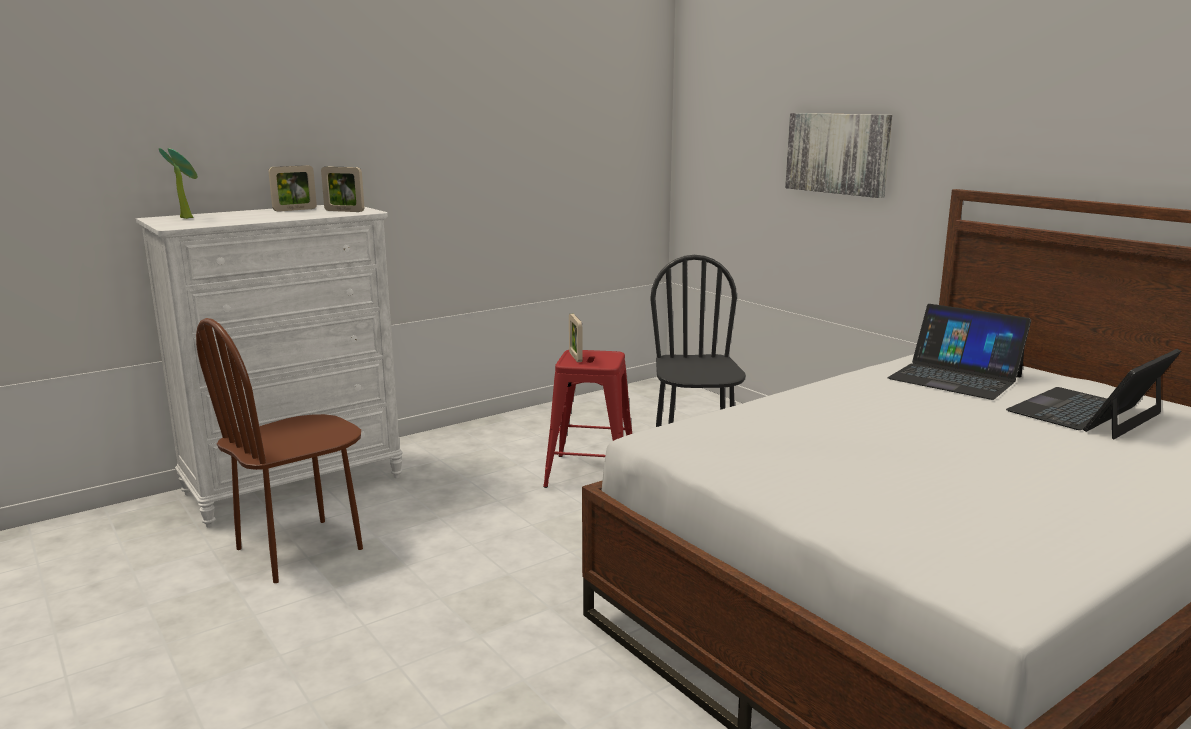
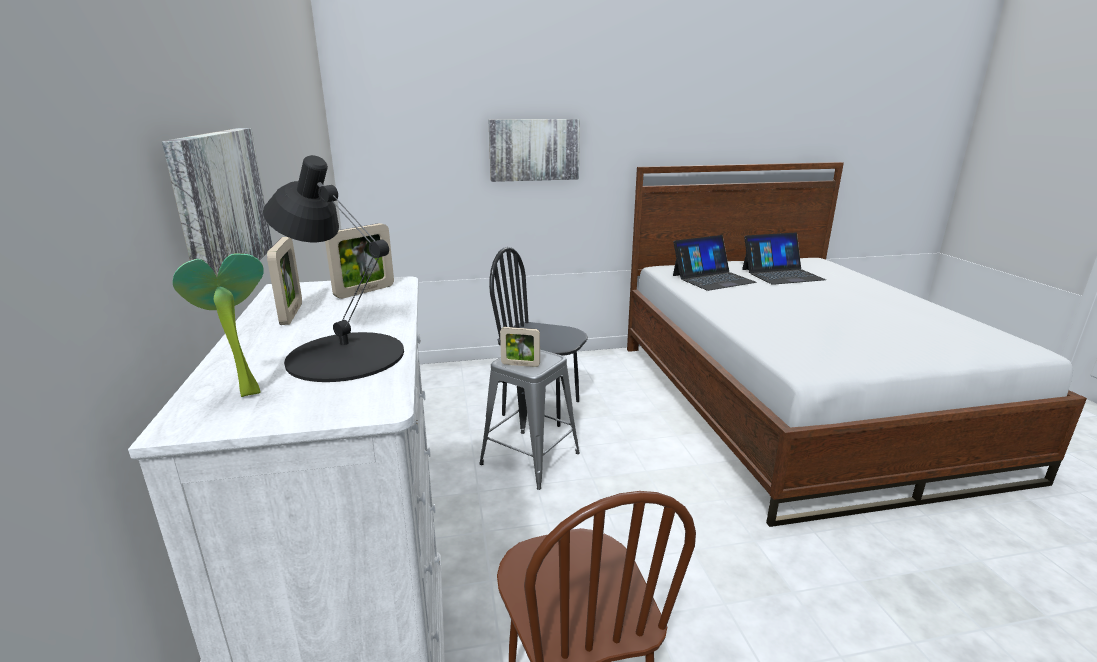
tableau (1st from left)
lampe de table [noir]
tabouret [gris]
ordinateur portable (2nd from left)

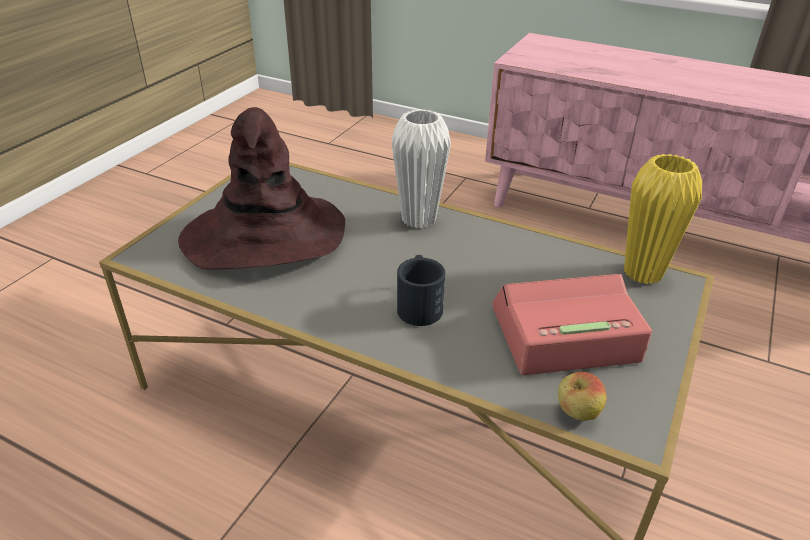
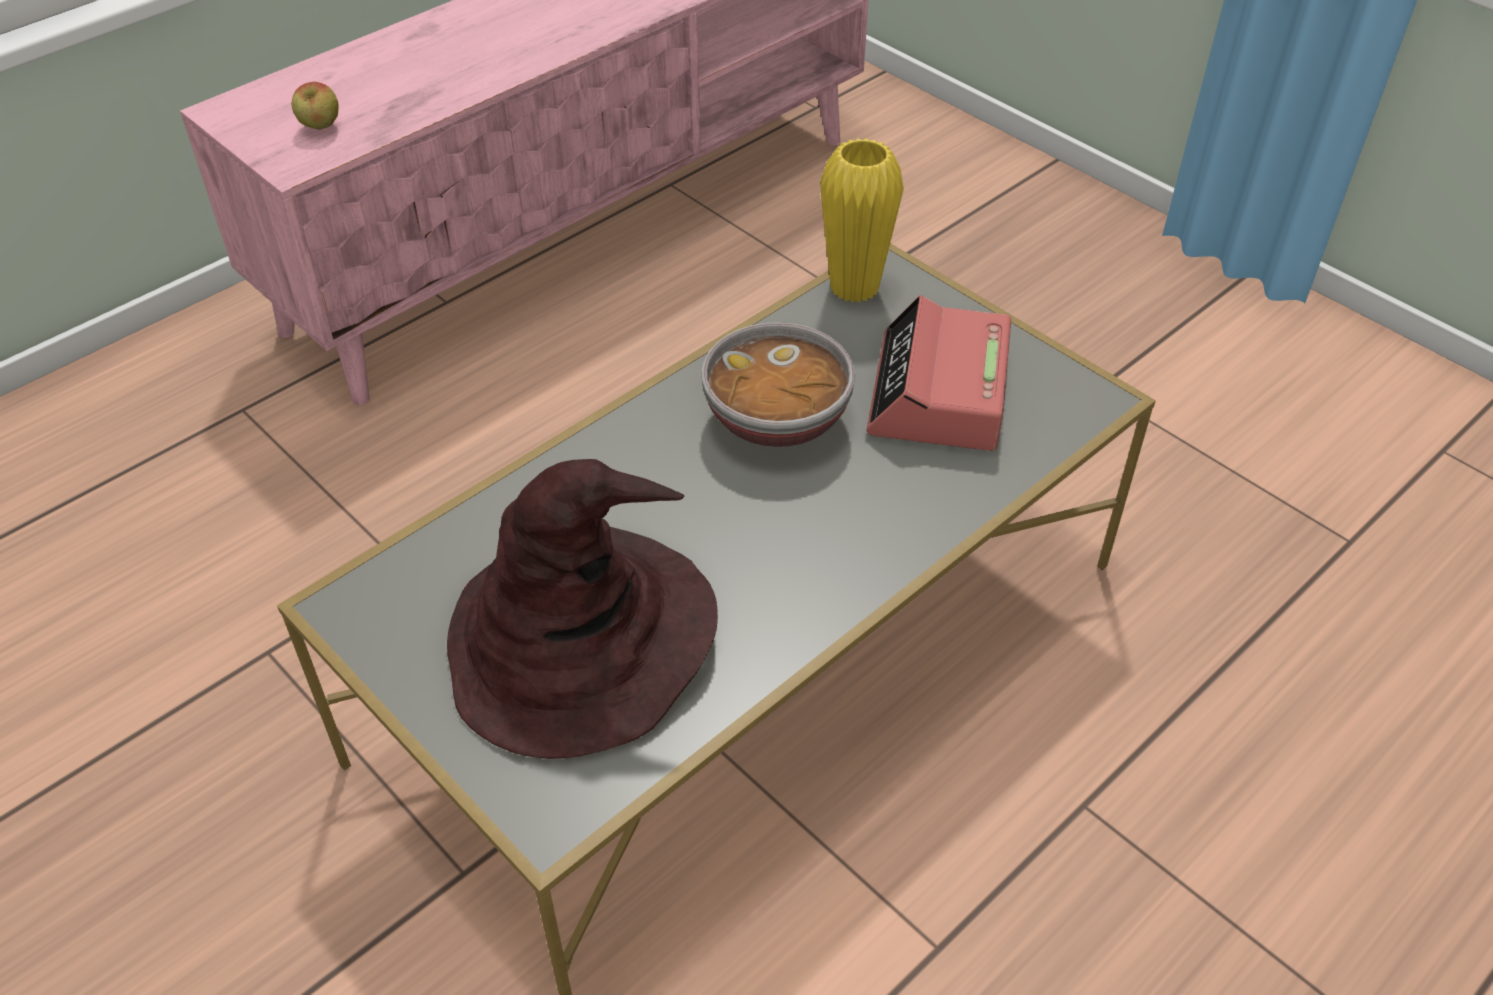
vase [blanc]
mug [noir]
bol
pomme

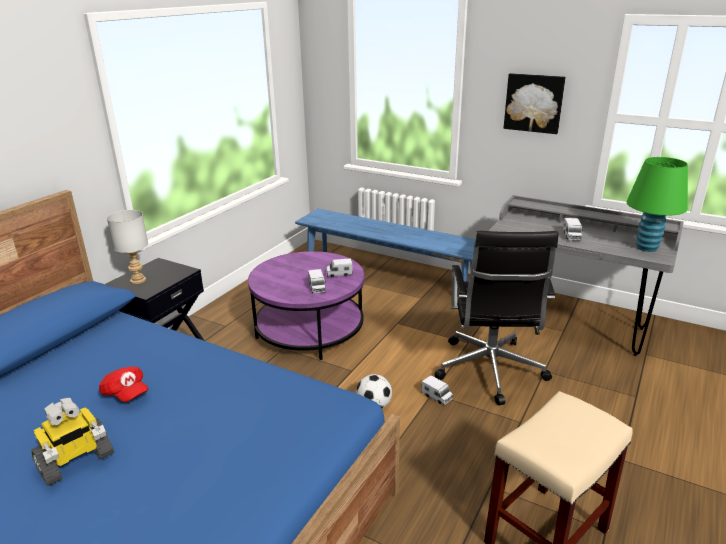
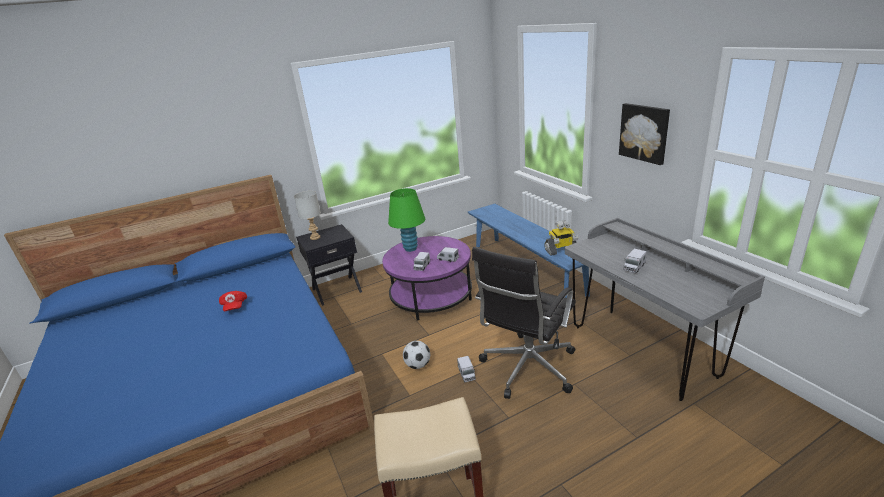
robot jouet
lampe de table [vert]

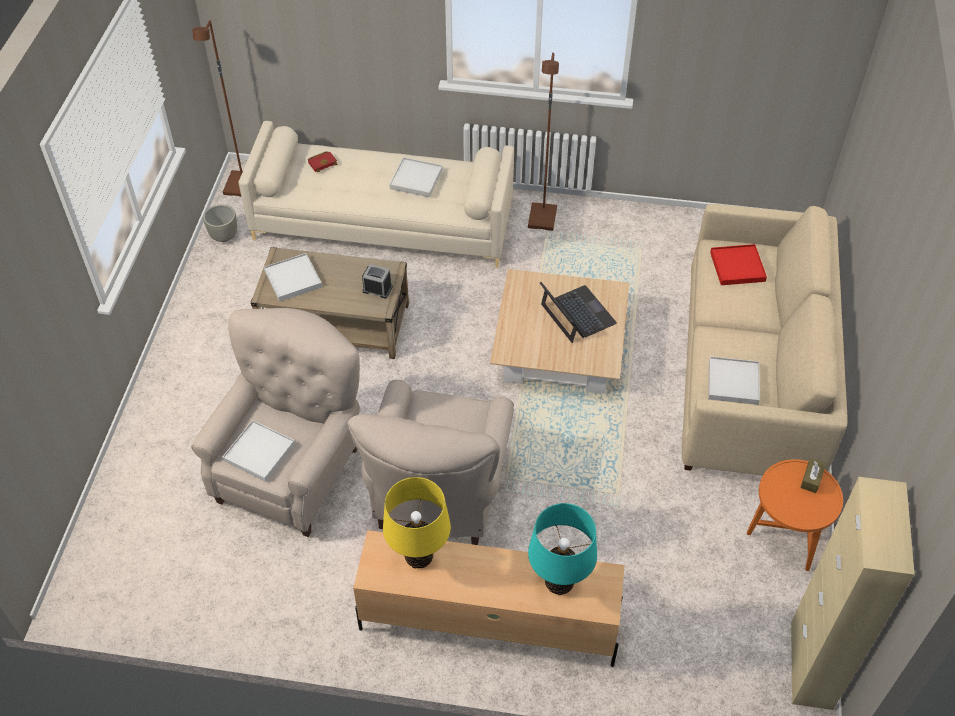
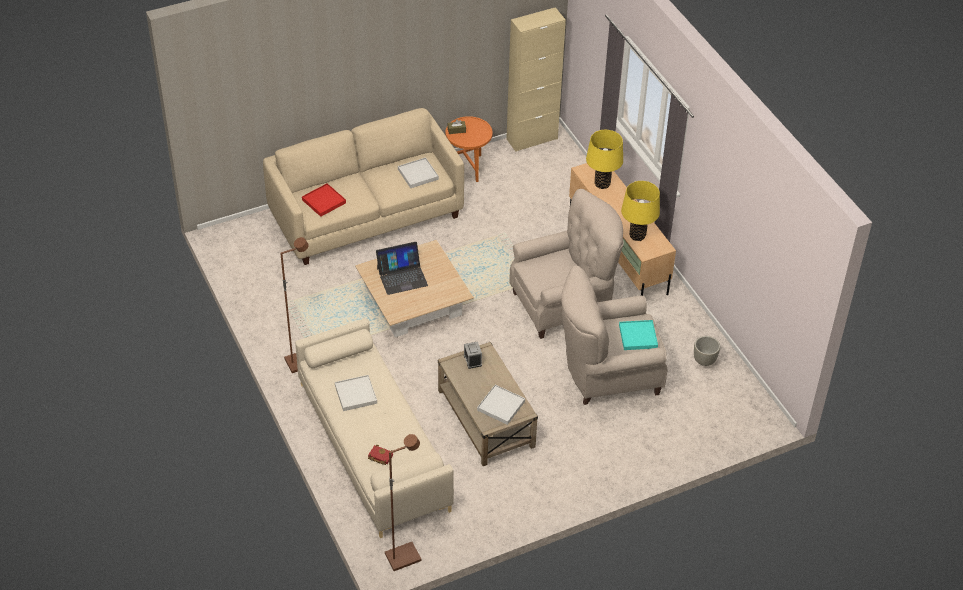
cache-pot [gris]
plateau [turquoise]
lampe de table [jaune] (1st from left)
ordinateur portable

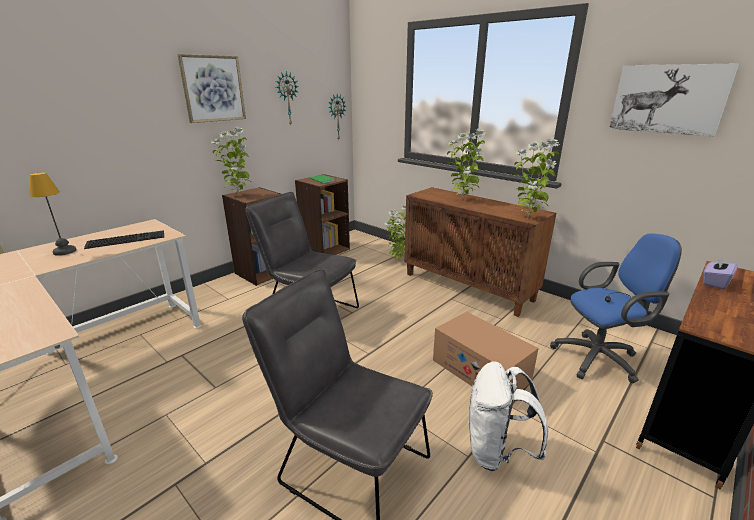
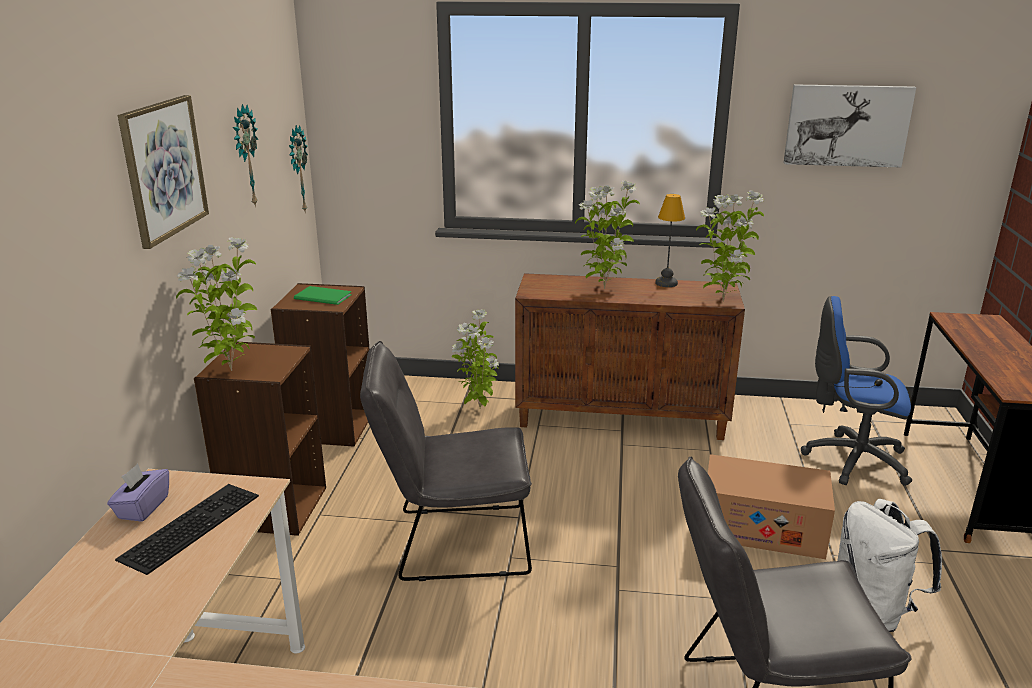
lampe de table
boîte à mouchoirs [violet]
chaise de bureau [bleu]

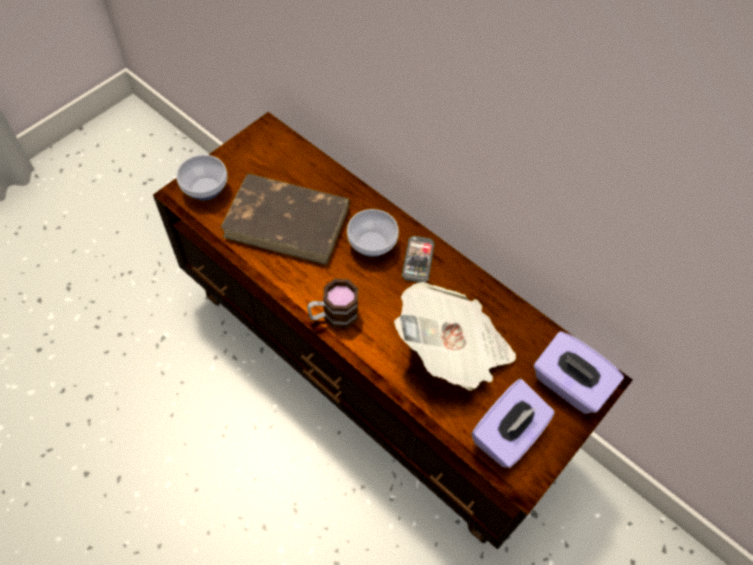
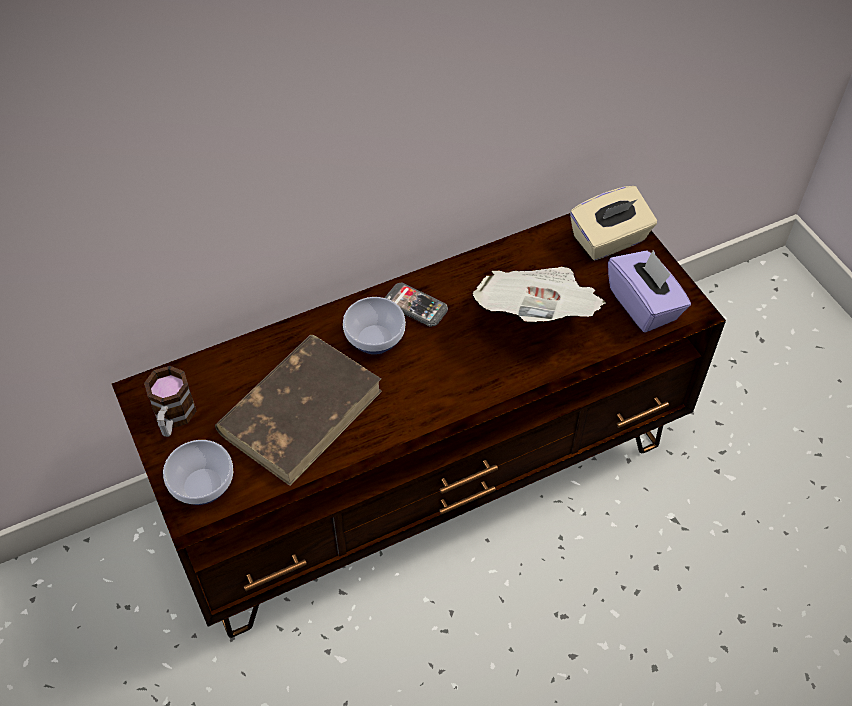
mug
boîte à mouchoirs [beige]

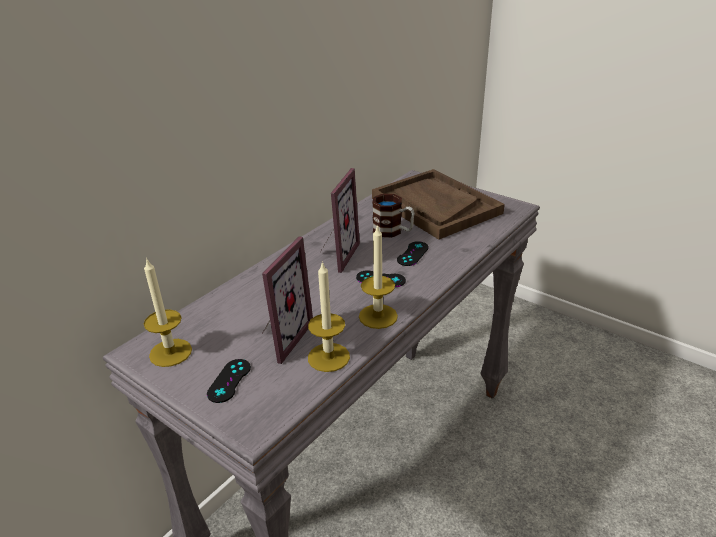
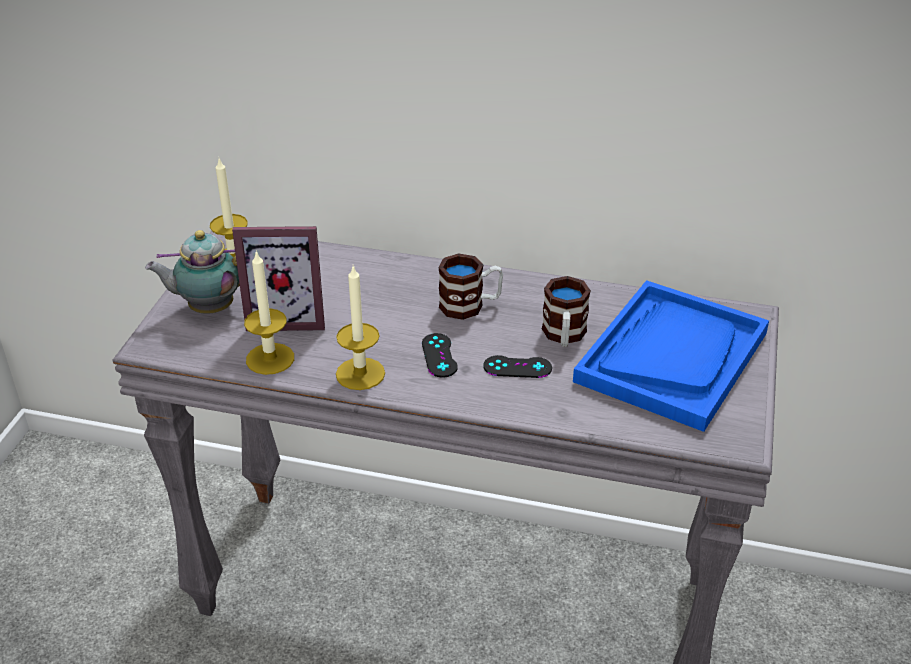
théière
mug (1st from left)
plateau [bleu]

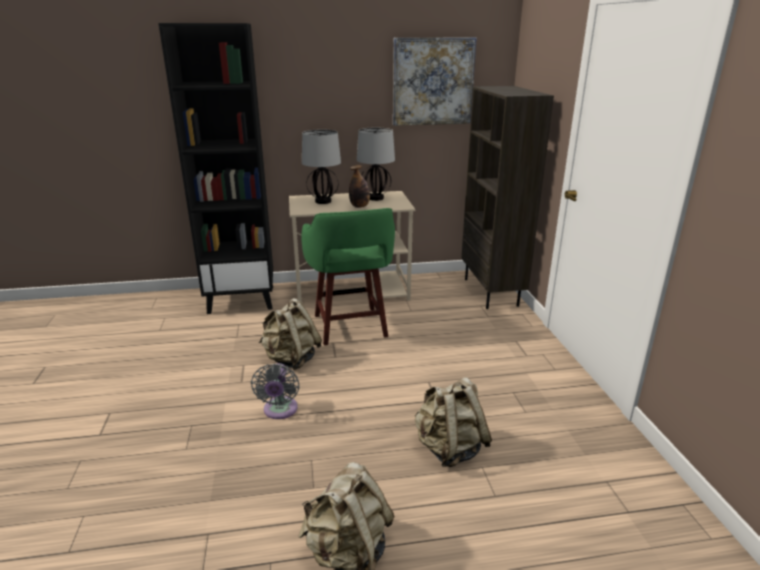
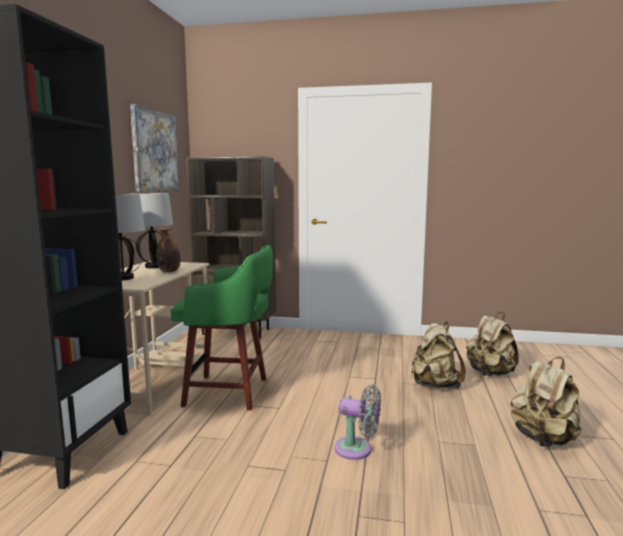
sac à dos [beige] (2nd from left)

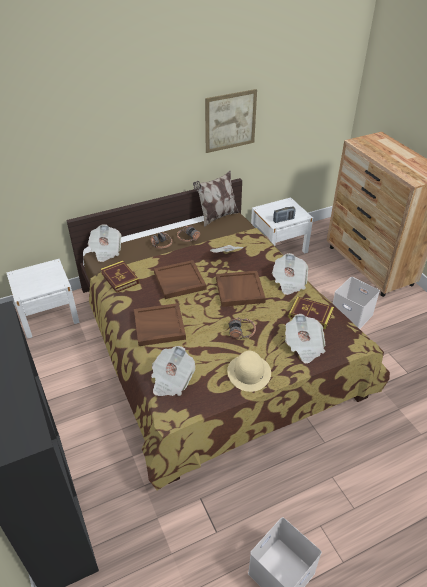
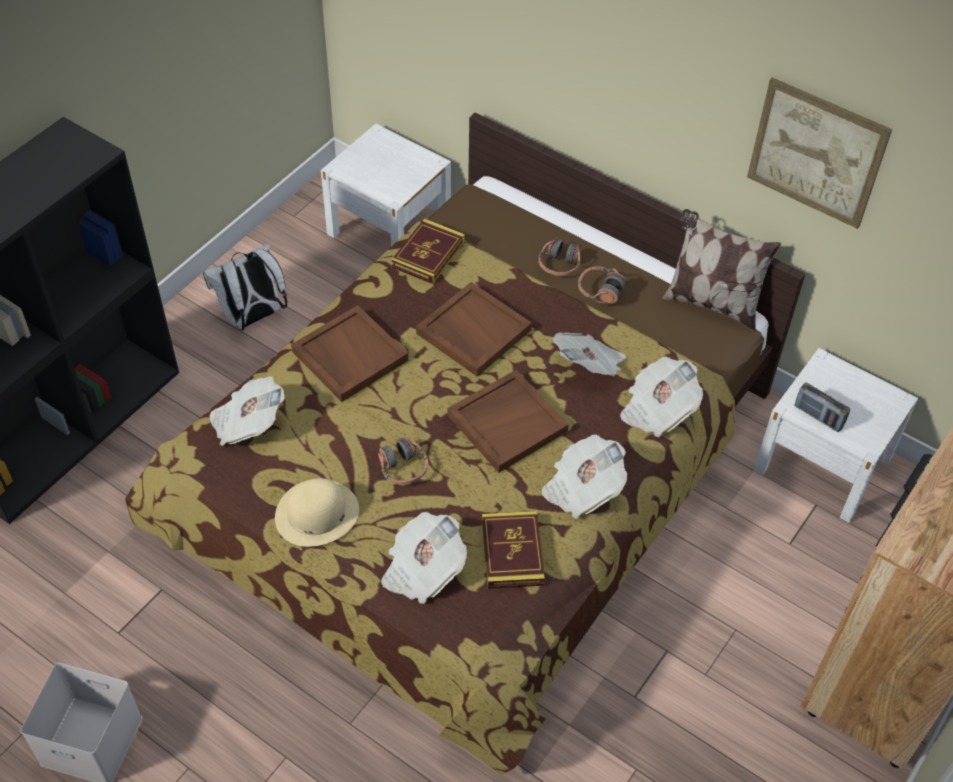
boîte de rangement [blanc] (2nd from left in the first image)
sac à dos [blanc]
journal (5th from left)

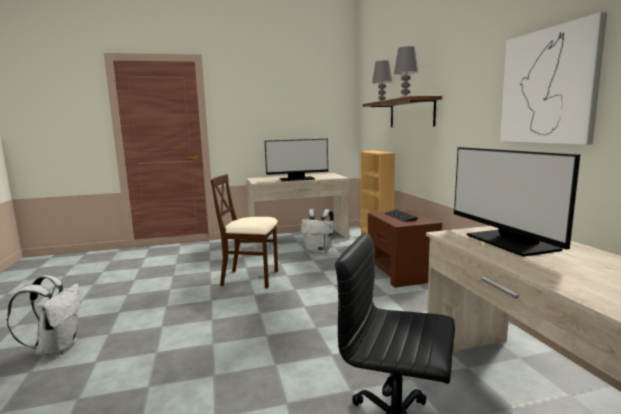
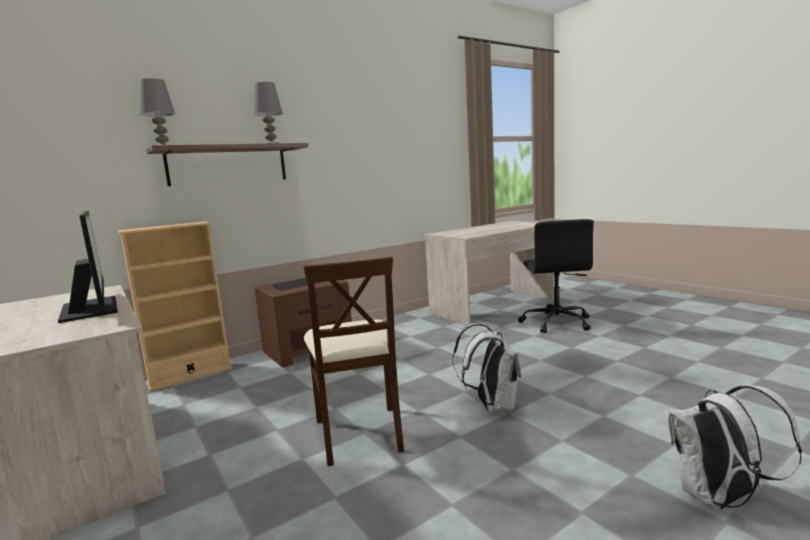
écran d'ordinateur (2nd from left in the first image)
tableau
sac à dos [blanc] (1st from left)

